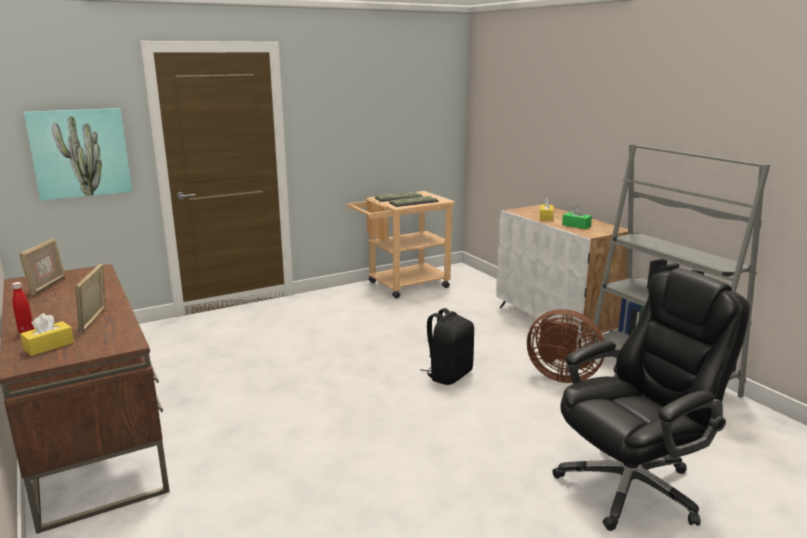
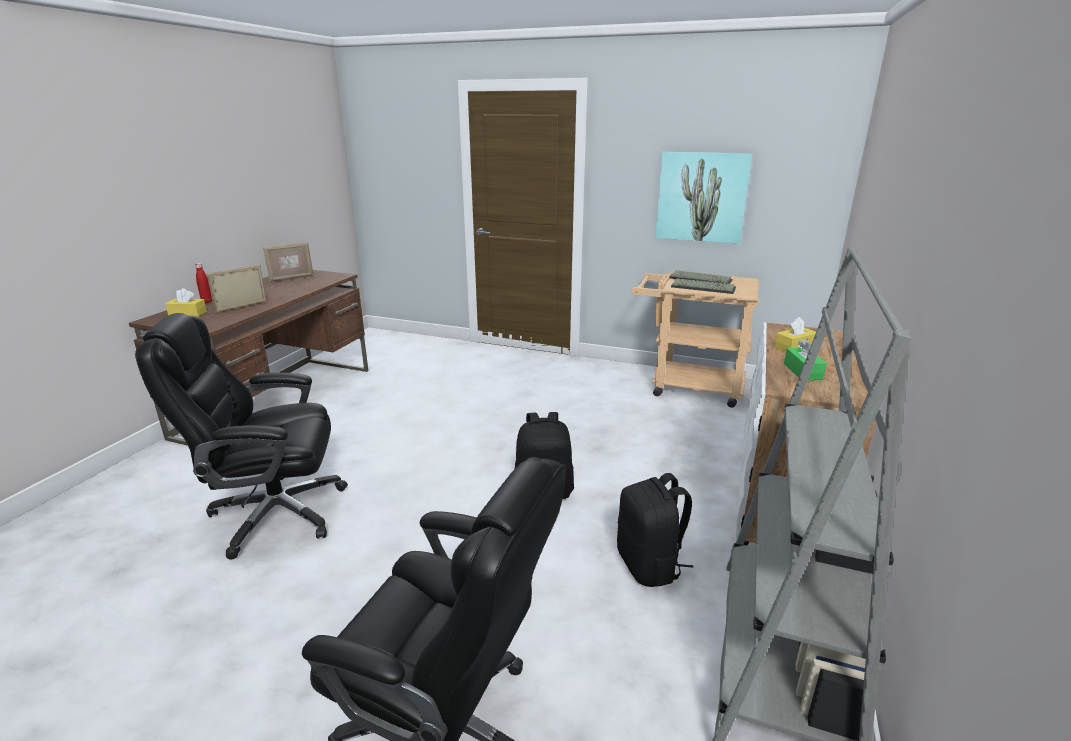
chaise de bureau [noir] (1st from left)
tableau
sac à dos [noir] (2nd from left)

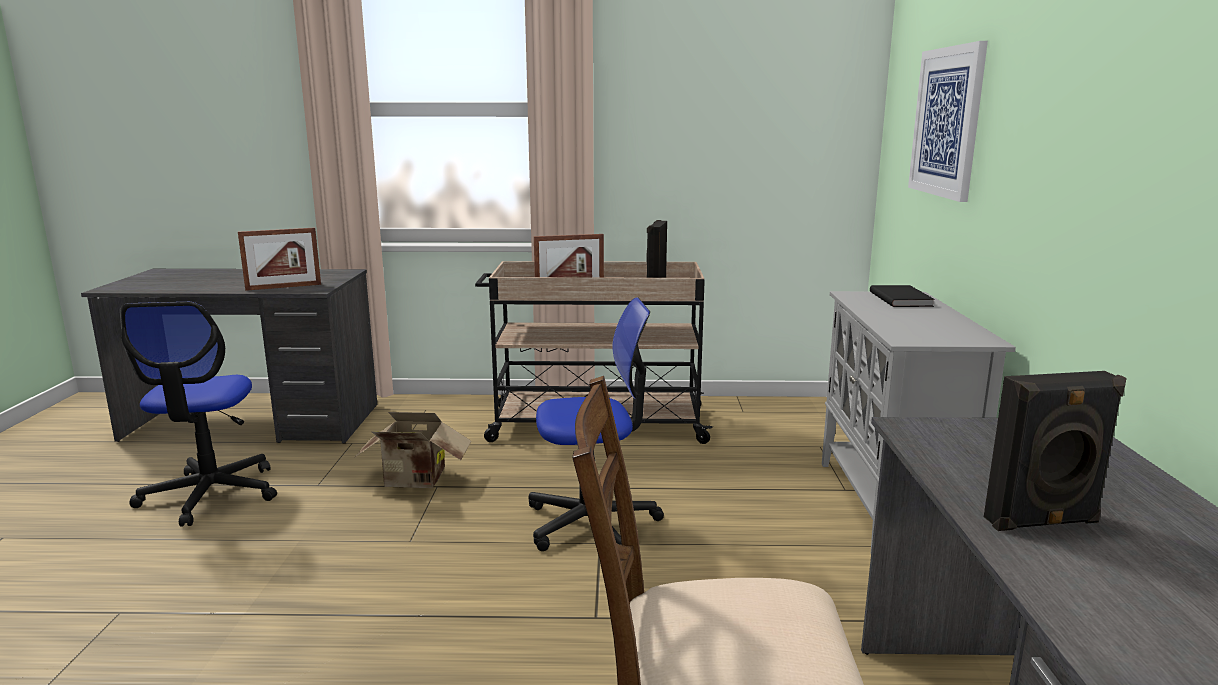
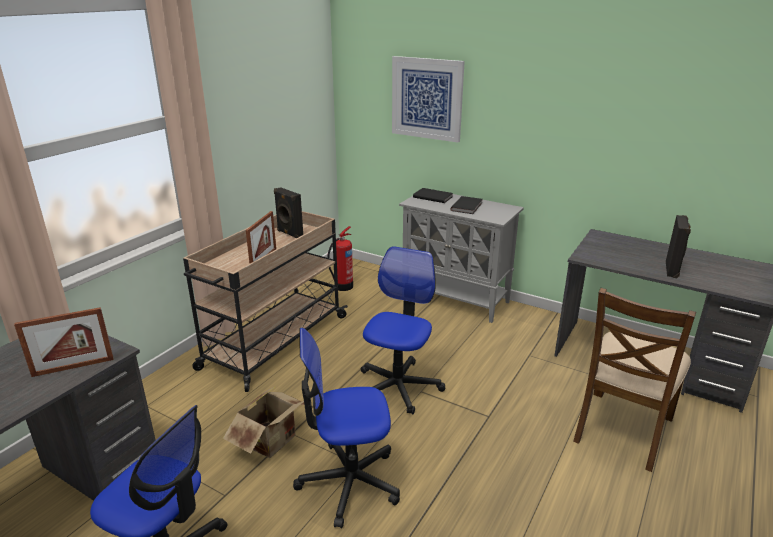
chaise de bureau (2nd from left)
extincteur
livre [noir] (2nd from left)
cadre photo (1st from left)

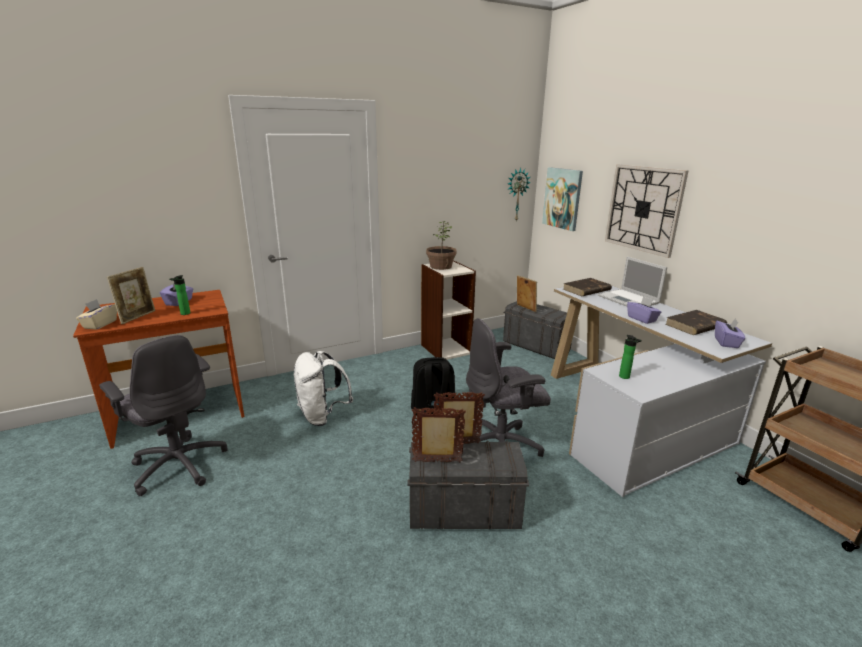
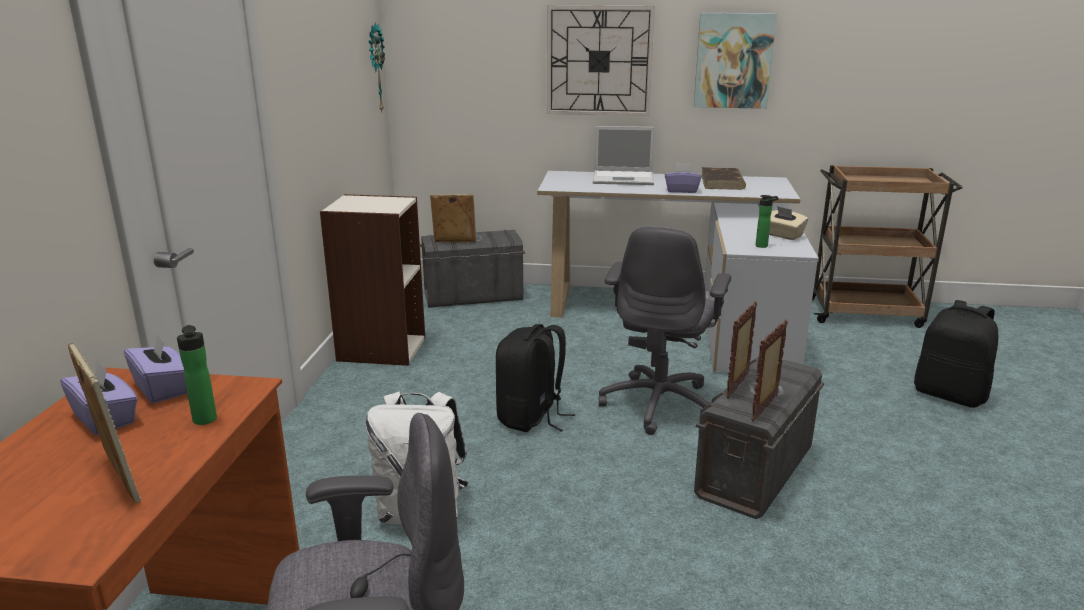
plante en pot
livre [marron] (1st from left in the first image)
sac à dos [noir] (2nd from left)
boîte à mouchoirs [beige]
tableau
boîte à mouchoirs [violet] (2nd from left)

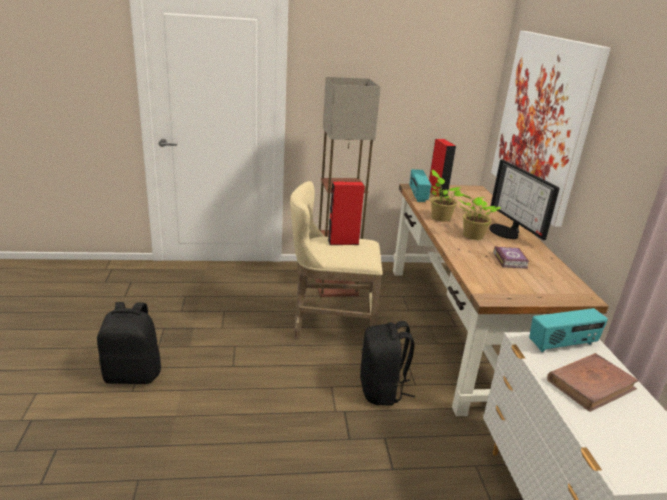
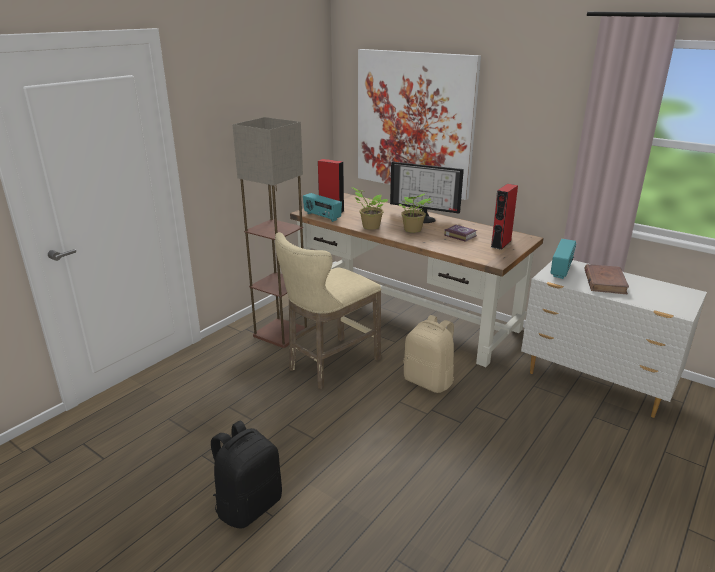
enceinte [rouge] (2nd from left)
sac à dos [beige]

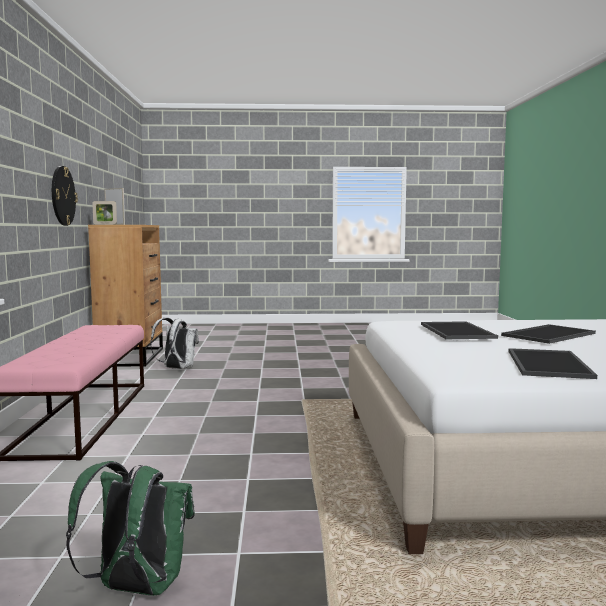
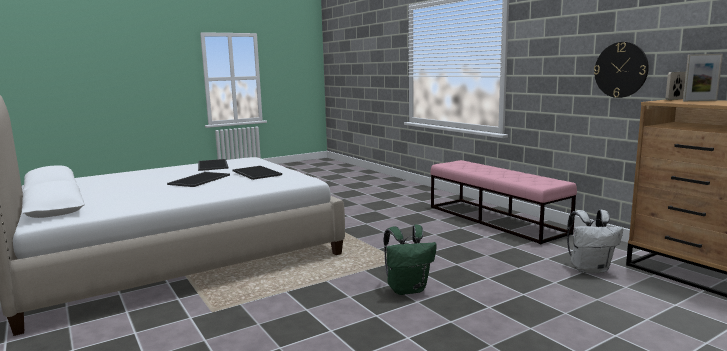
sac à dos [vert]

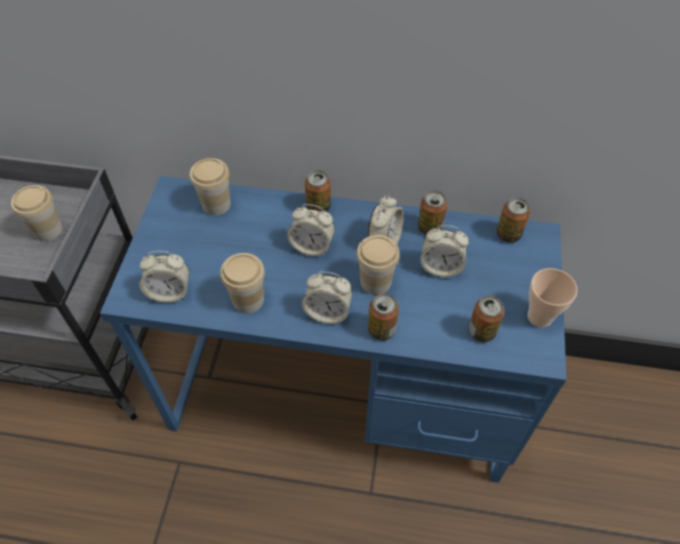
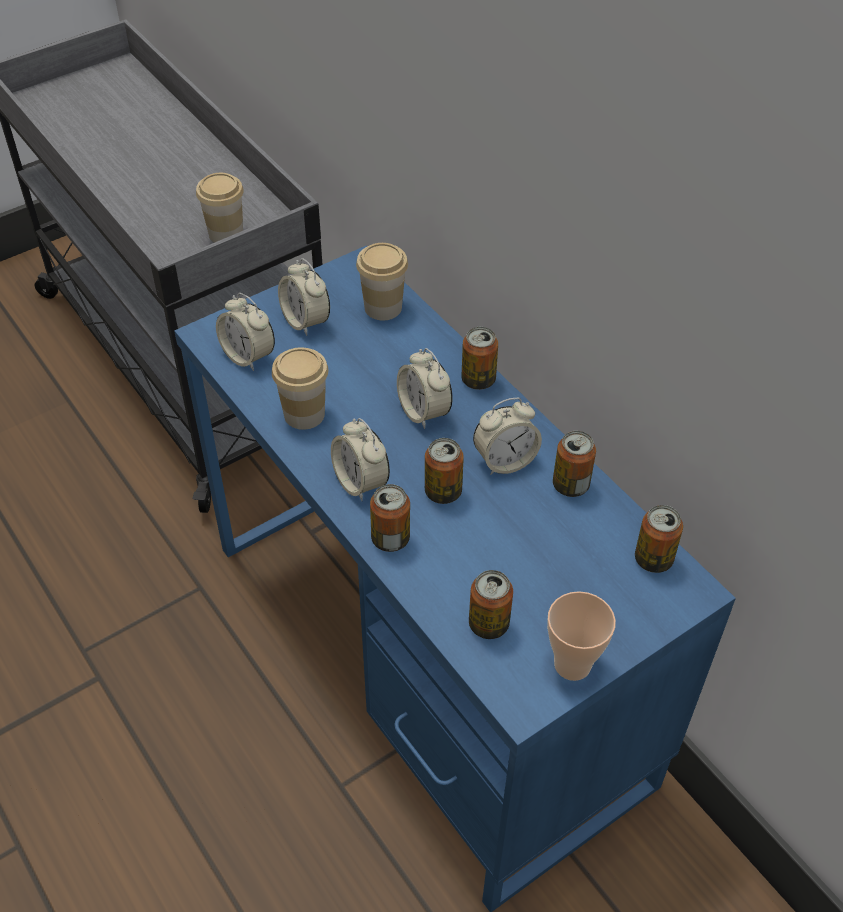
réveil (2nd from left)
boîte métallique (2nd from left)

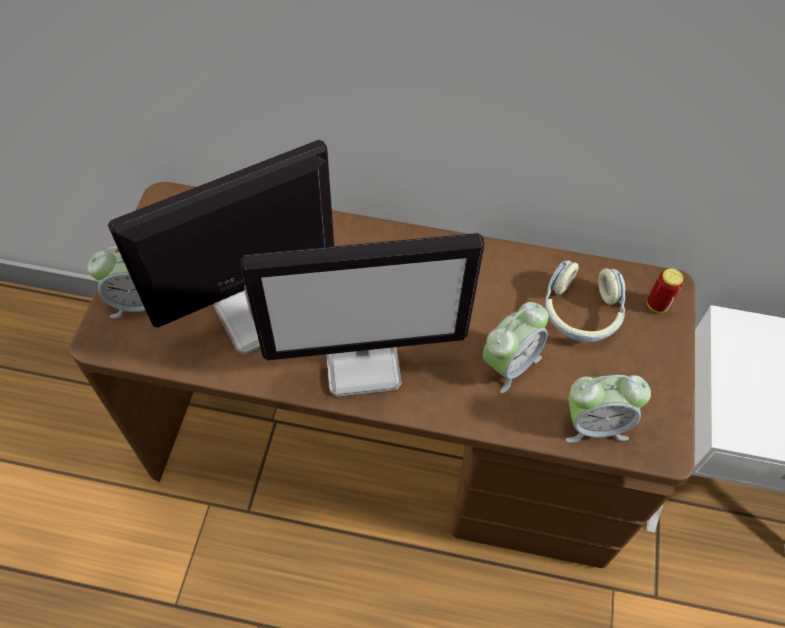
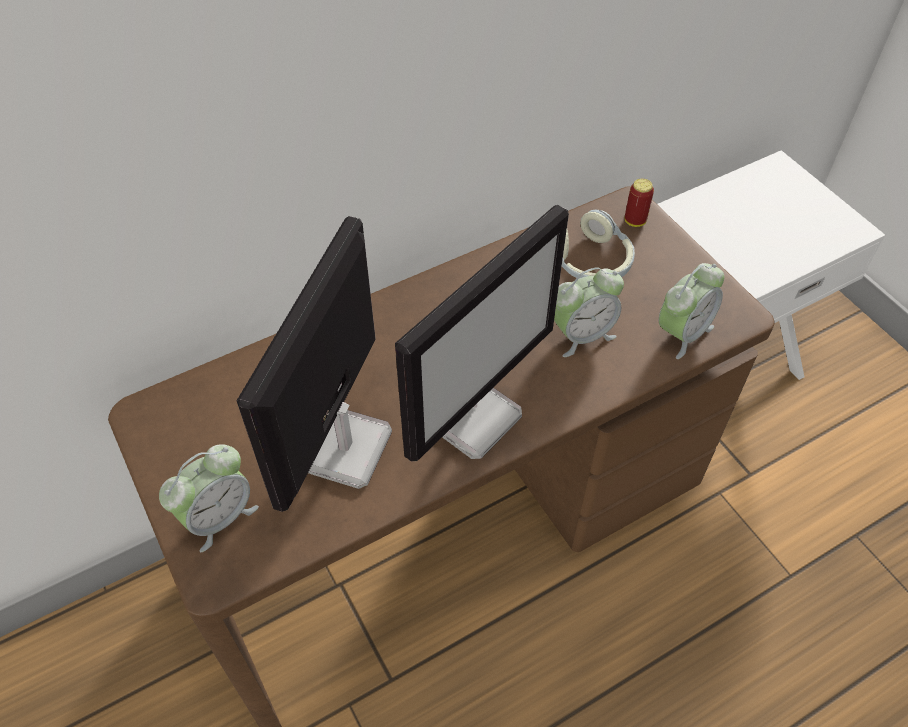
réveil (2nd from left)

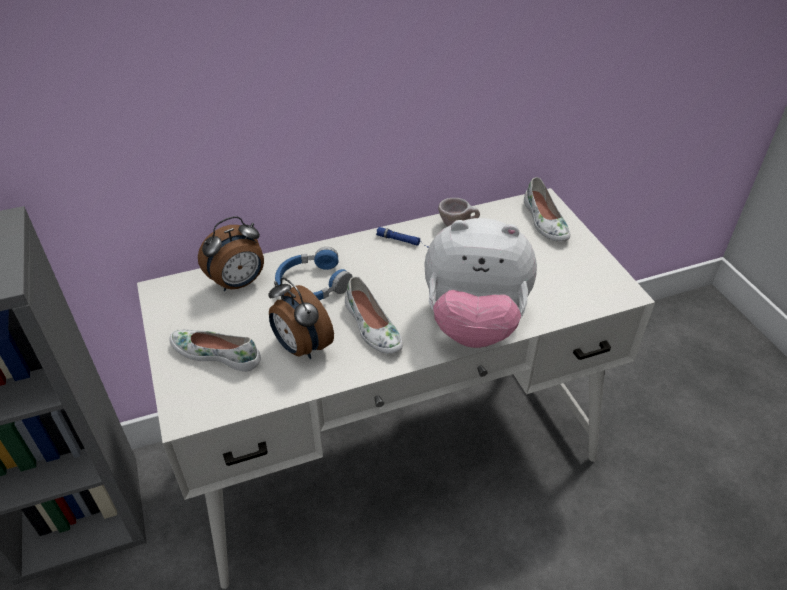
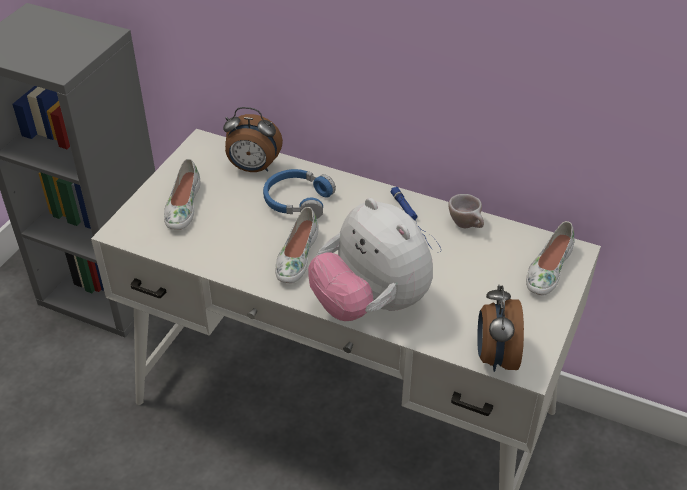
réveil (2nd from left)
chaussure [blanc] (1st from left)

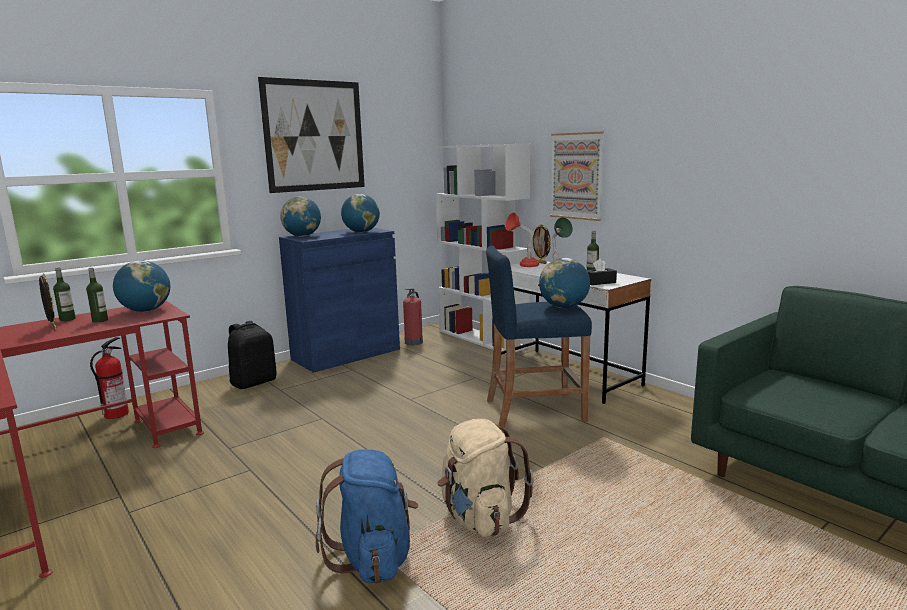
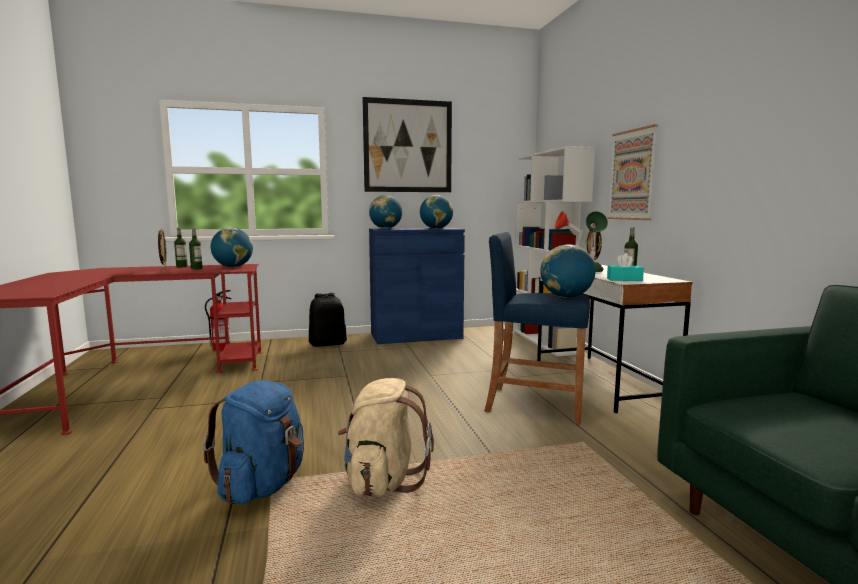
extincteur (2nd from left in the first image)
boîte à mouchoirs [turquoise]

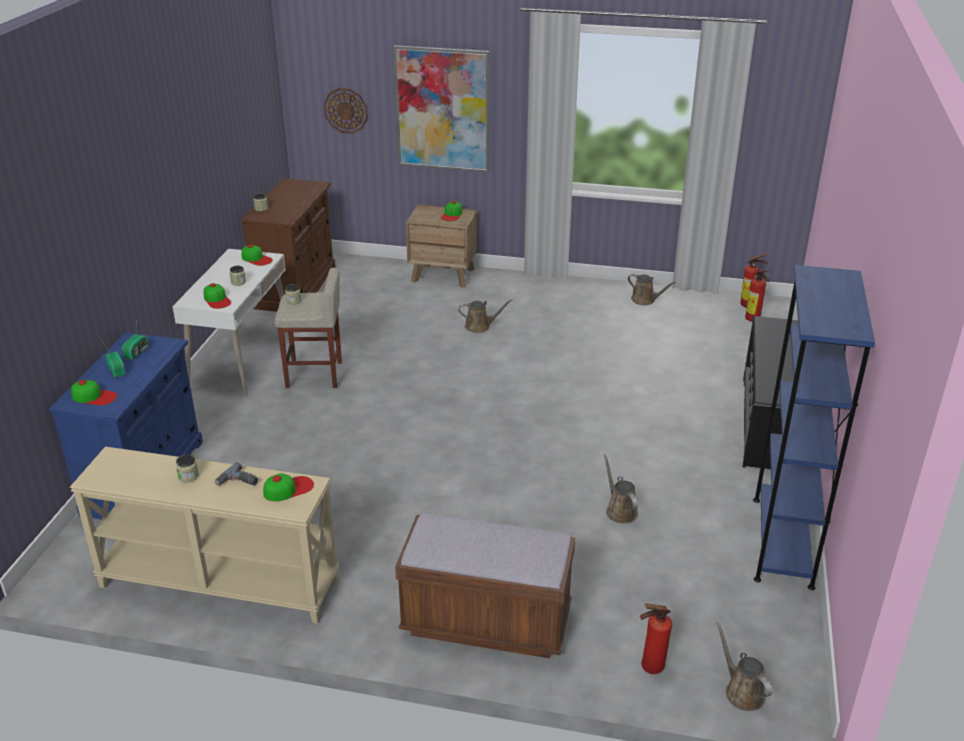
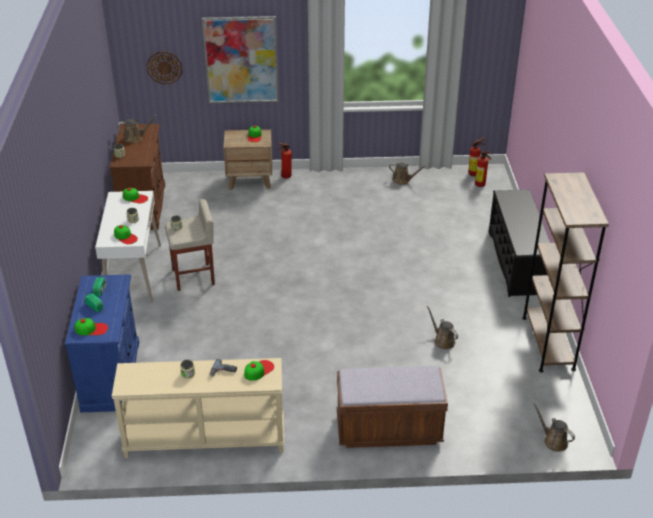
arrosoir [marron] (1st from left)
extincteur (1st from left)
bibliothèque [marron]

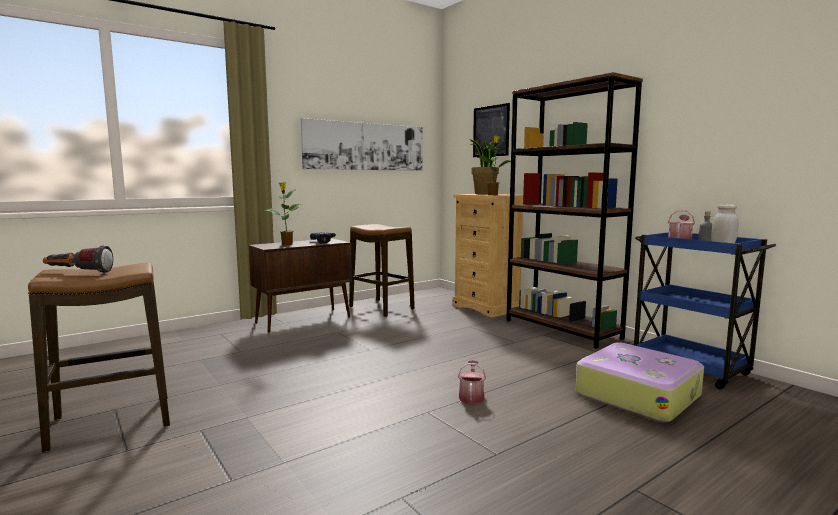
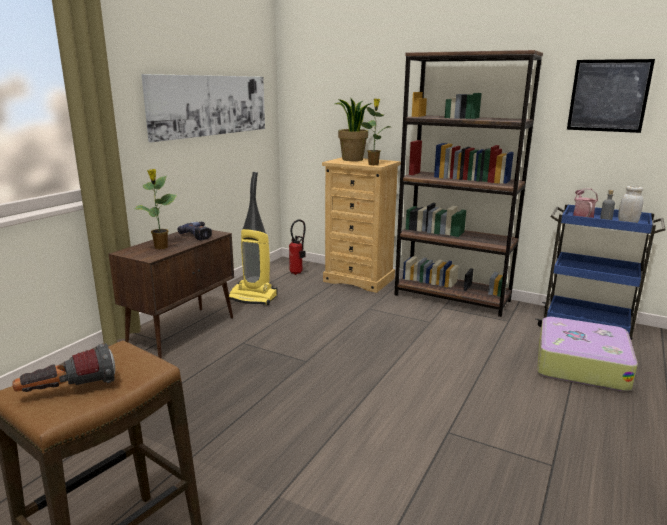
arrosoir (1st from left in the first image)
extincteur
tableau (2nd from left)
aspirateur

